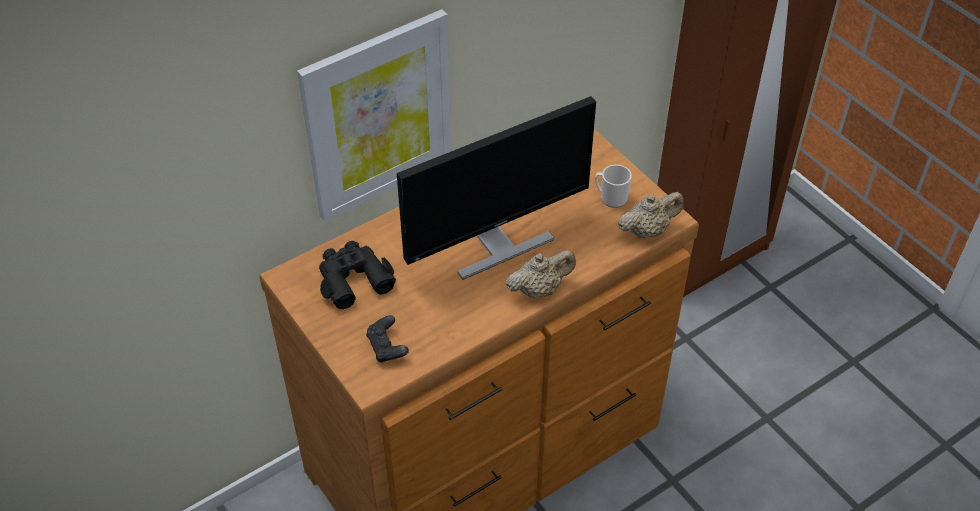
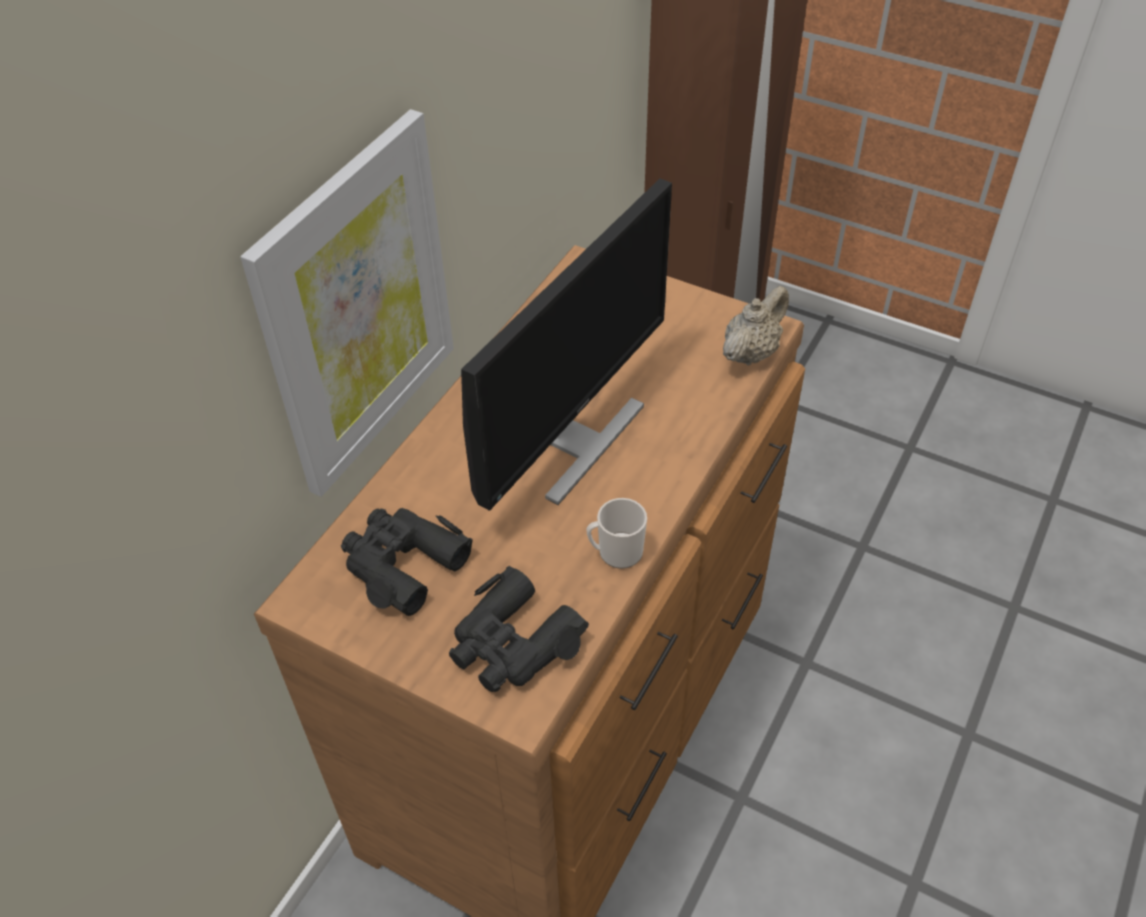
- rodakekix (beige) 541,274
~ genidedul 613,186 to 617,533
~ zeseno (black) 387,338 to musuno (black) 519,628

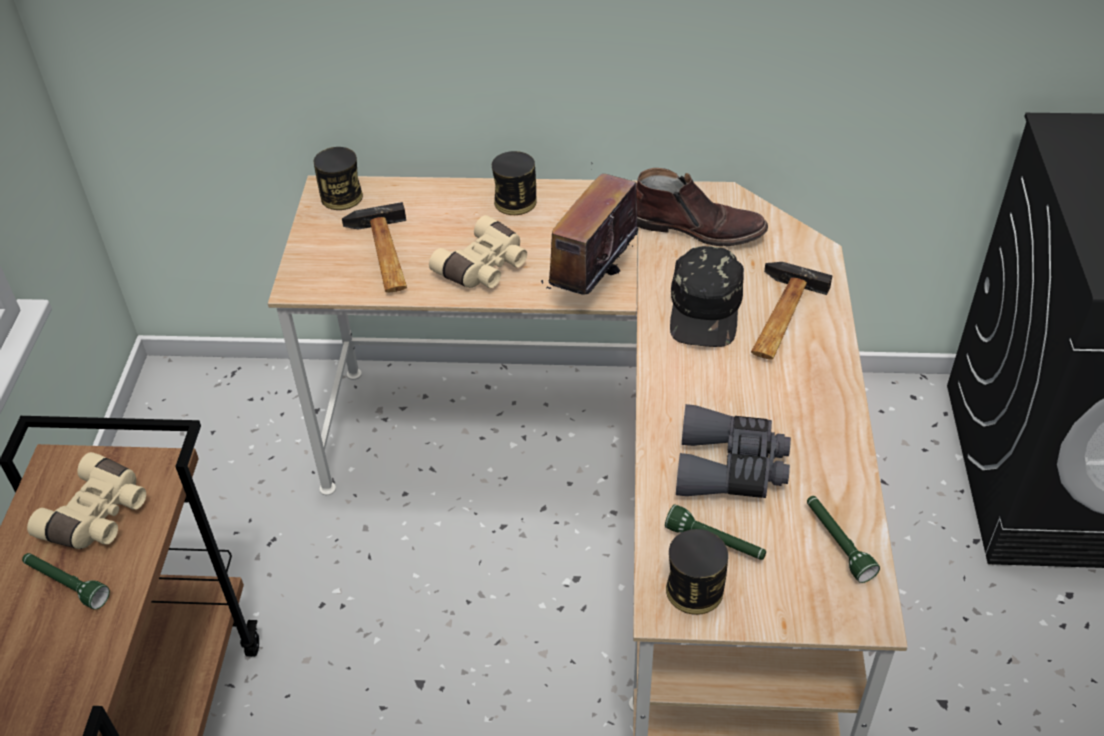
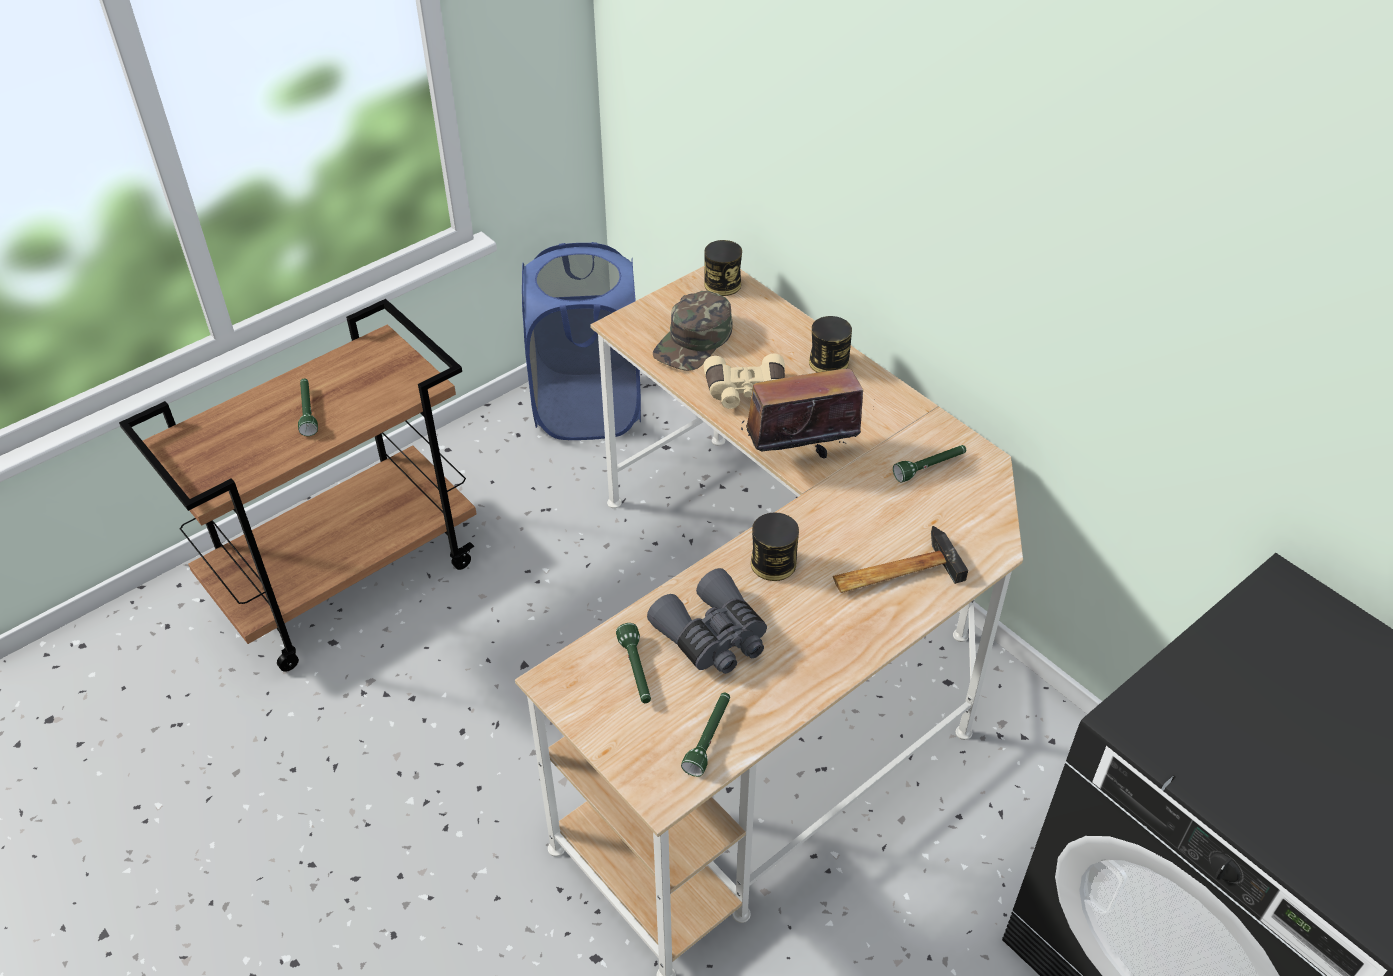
- musuno (beige) 86,500
- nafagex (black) 707,296
+ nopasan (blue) 581,341
~ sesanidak 697,572 to 775,547
~ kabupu 374,247 to nafagex (green) 693,331
~ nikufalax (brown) 702,207 to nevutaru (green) 929,463

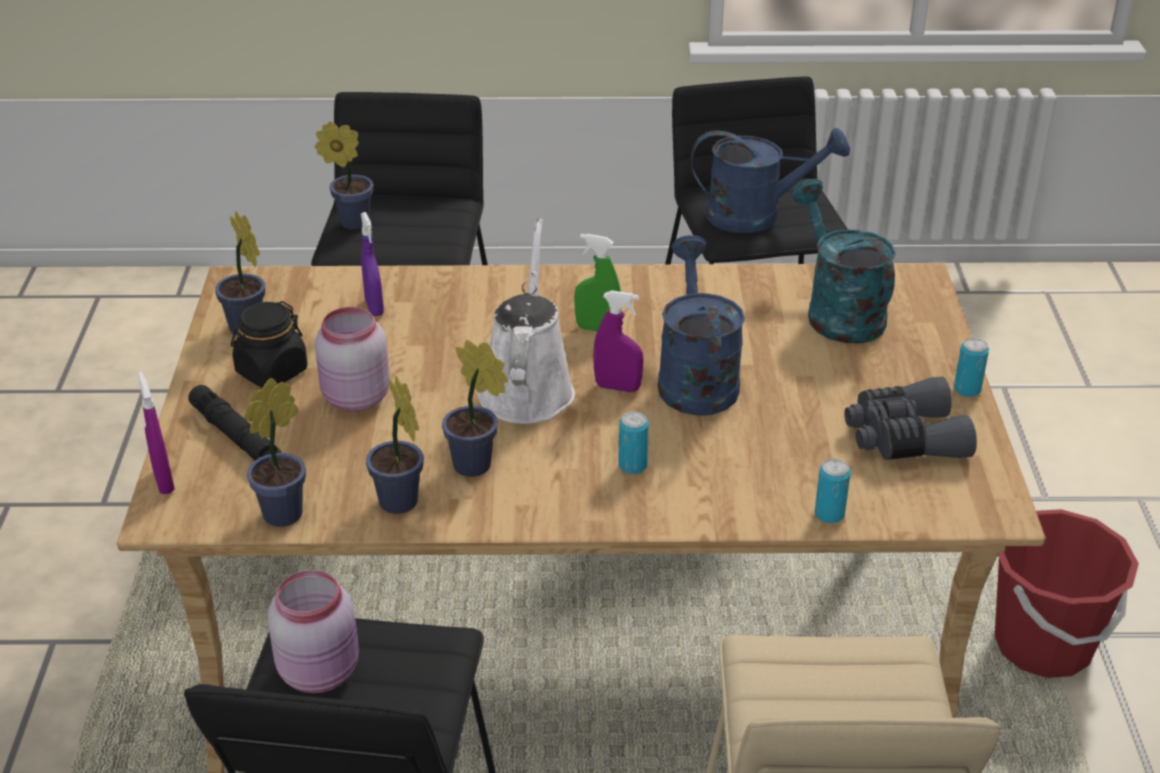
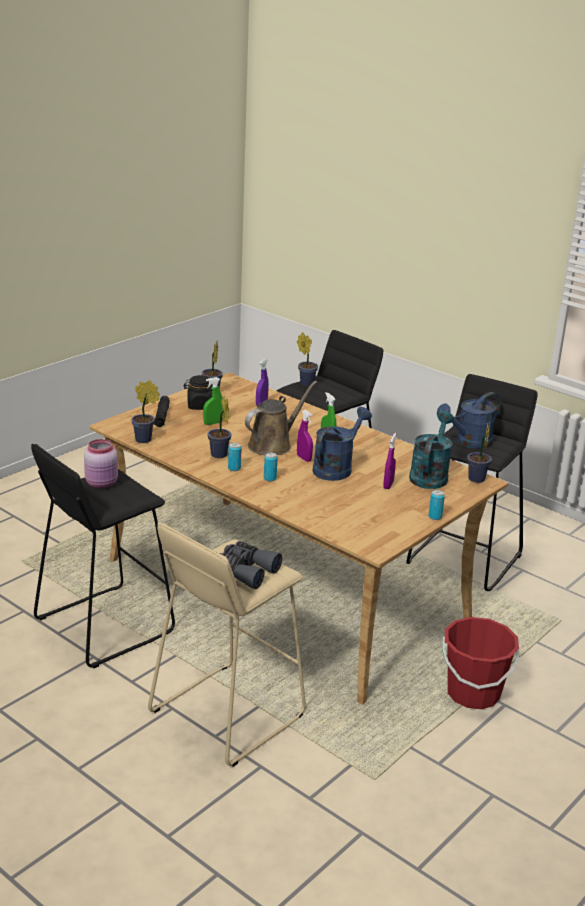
~ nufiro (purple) 156,433 to 389,461
~ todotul 395,445 to 479,452
~ sesanidak 833,491 to 235,457
~ musuno (grey) 910,418 to 250,565
~ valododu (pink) 352,359 to nufiro (green) 213,401
~ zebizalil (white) 526,321 to zebizalil (brown) 281,418
~ zebizalil (blue) 770,180 = 468,420 105 degrees clockwise

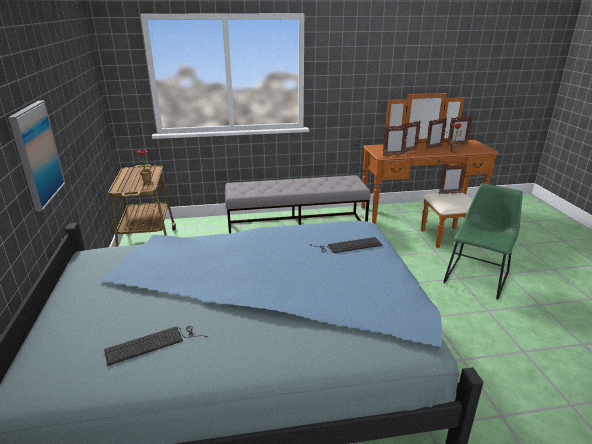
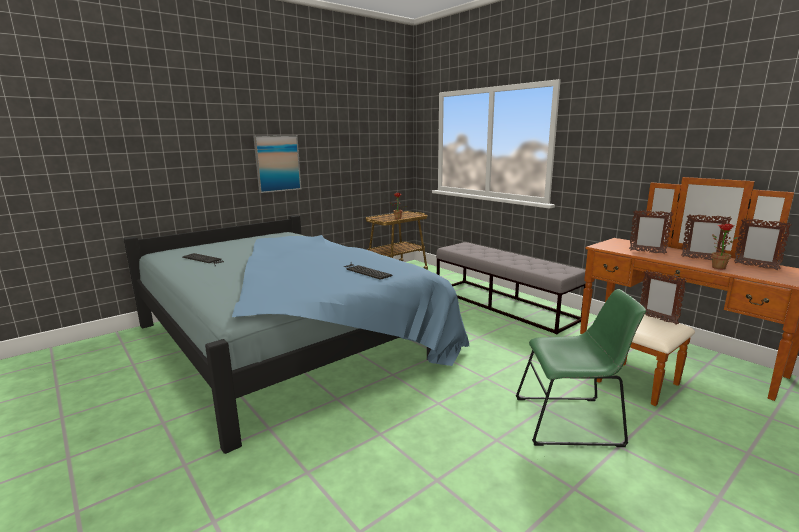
- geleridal 395,140

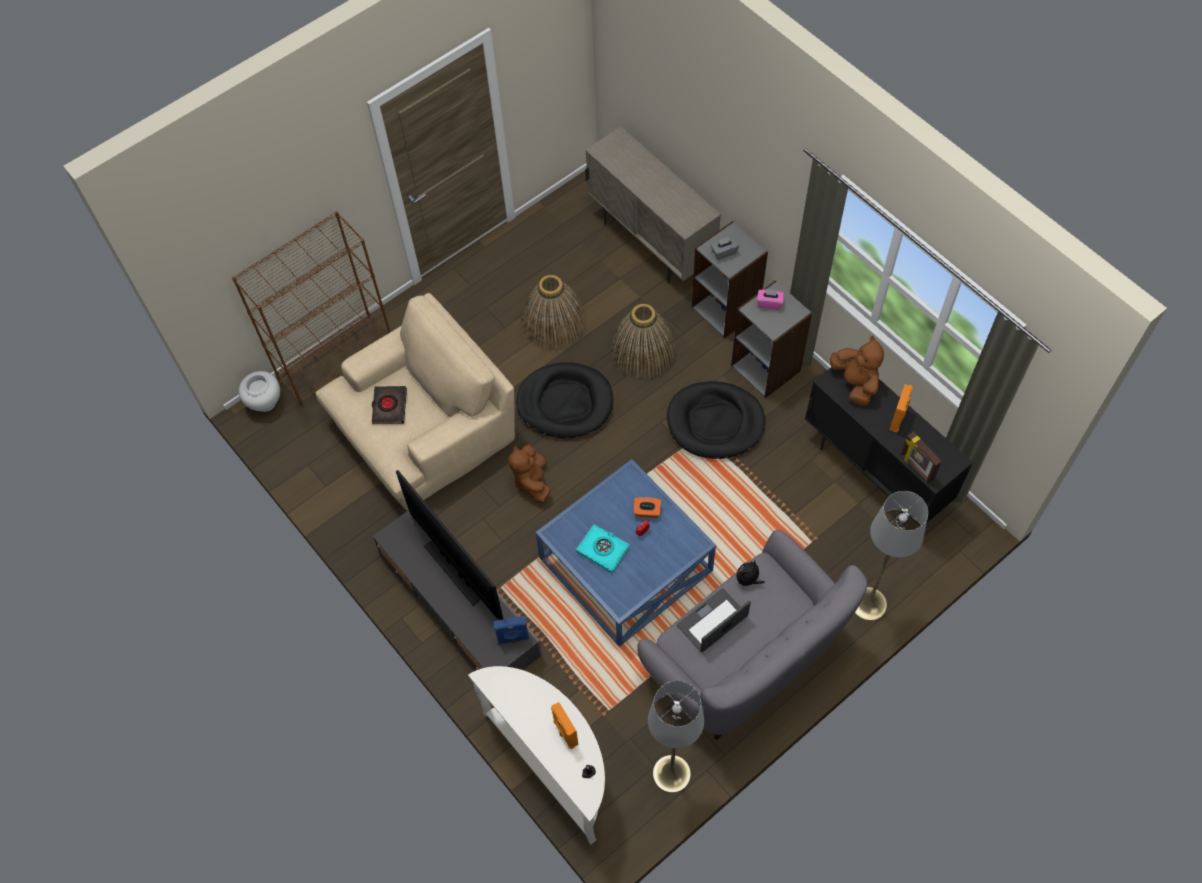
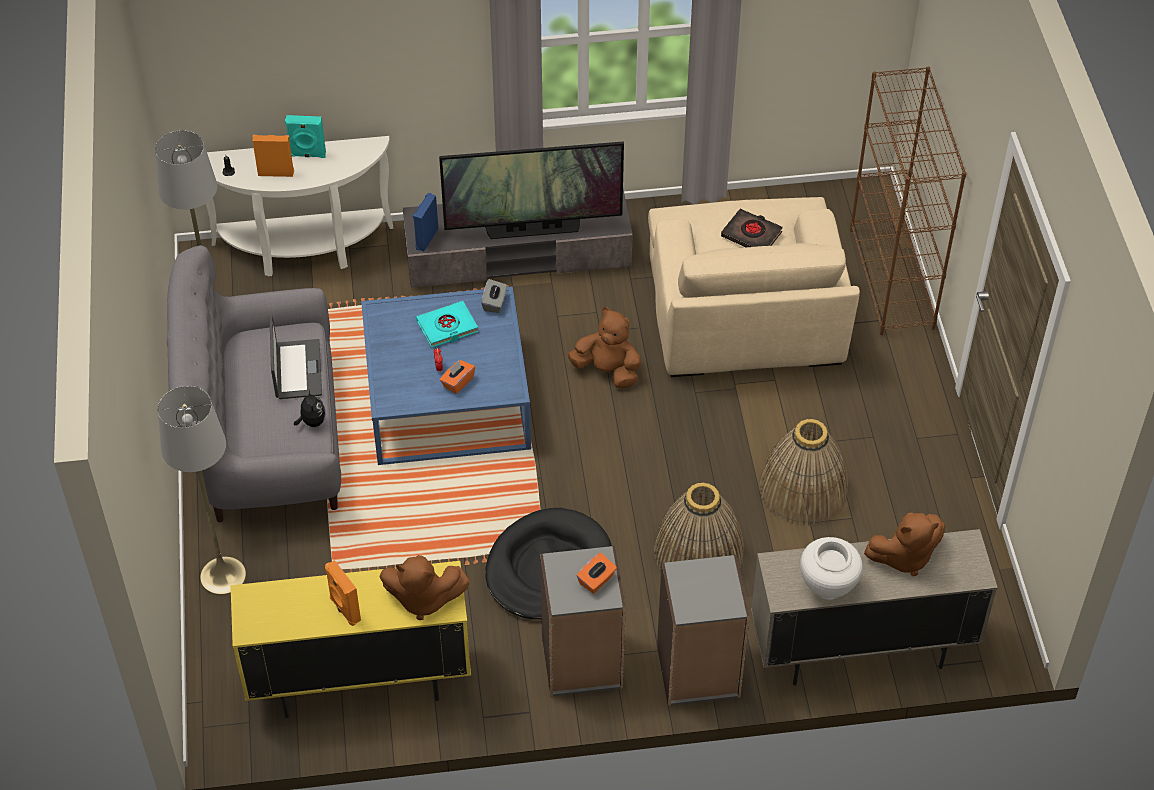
- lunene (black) 564,400
- geleridal 921,458
+ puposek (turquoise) 305,136
+ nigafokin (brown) 904,544
~ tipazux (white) 259,391 to 831,568
~ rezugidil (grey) 725,248 to 494,296
~ rezugidil (pink) 770,299 to rezugidil (orange) 596,573
~ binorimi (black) 889,442 to binorimi (yellow) 351,639

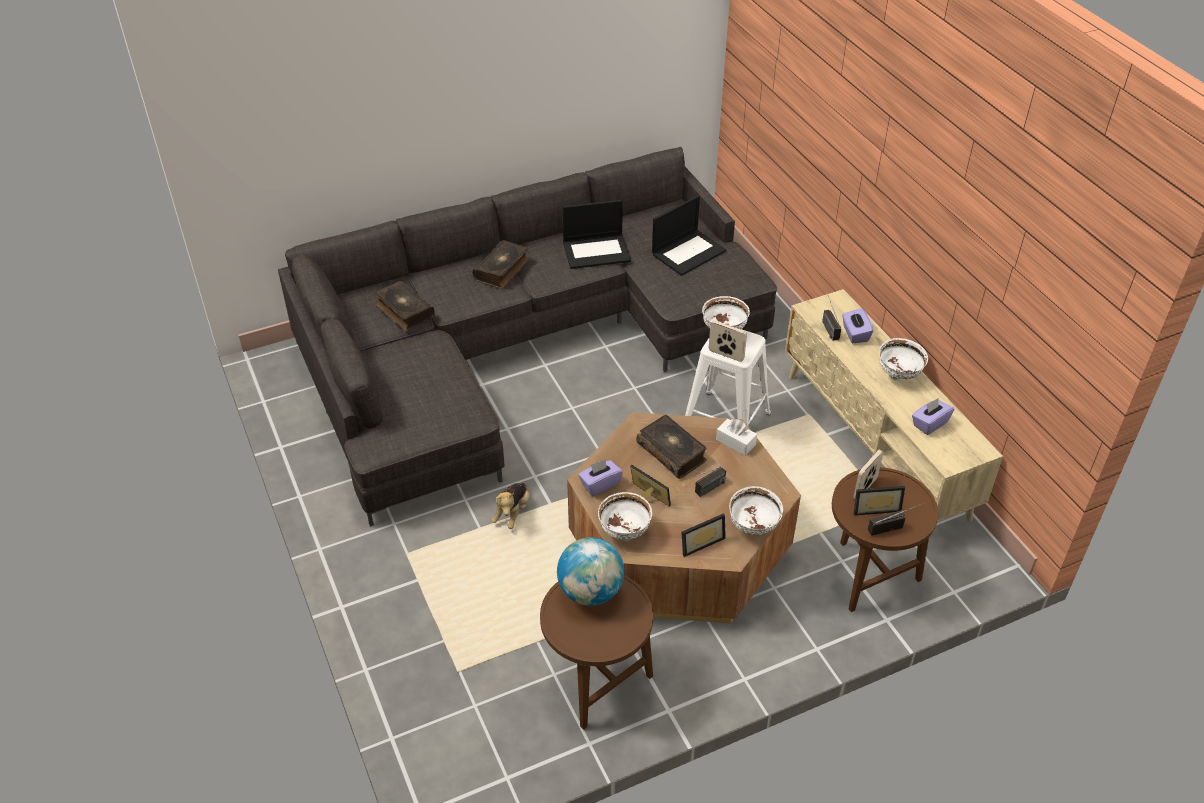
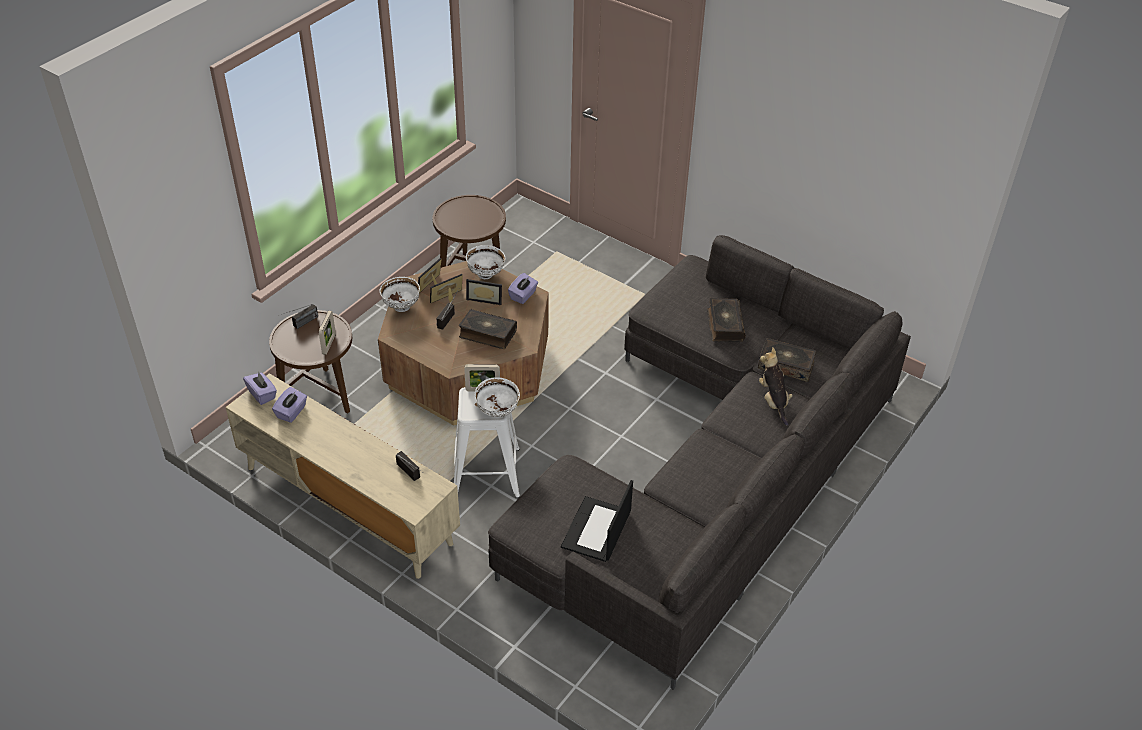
- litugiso 590,571
- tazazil 596,234
- rezugidil (white) 736,437
- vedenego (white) 903,359
~ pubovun 500,264 to 726,320
~ nigafokin 511,506 to 776,387
~ rezugidil (purple) 857,325 to 260,388
~ geleridal 879,501 to 446,288

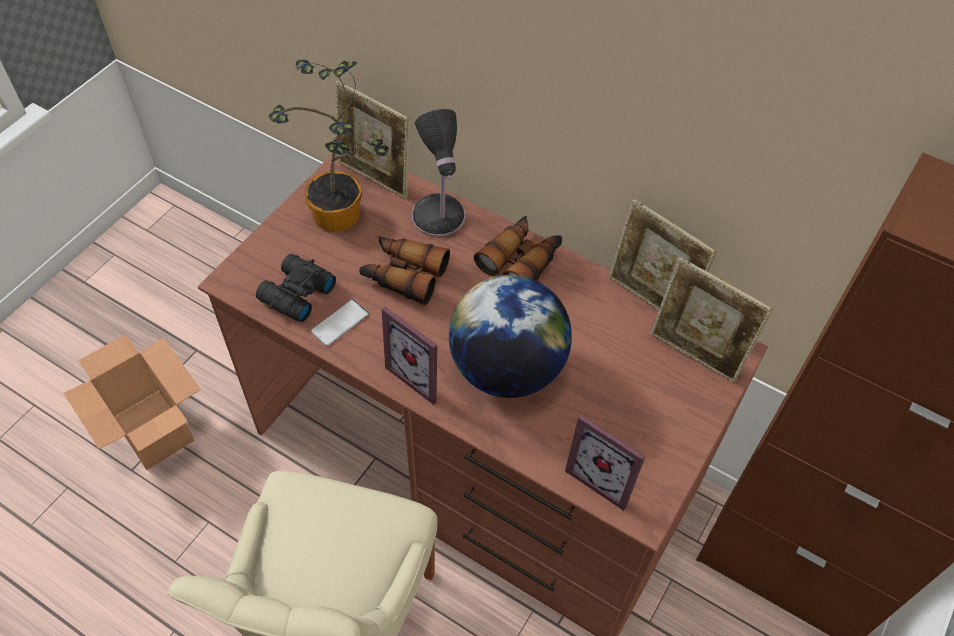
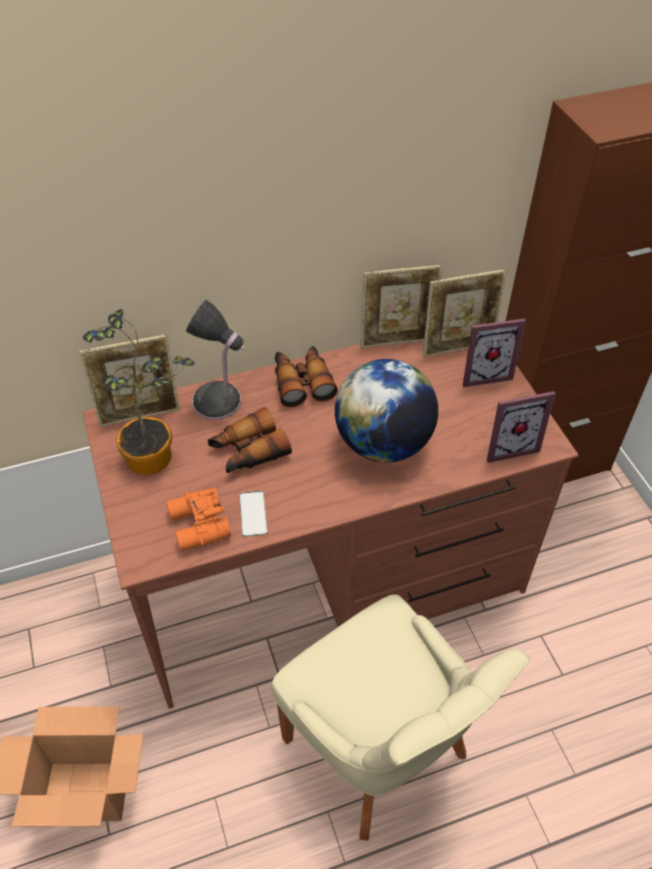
~ geleridal 409,356 to 494,352
~ musuno (black) 296,288 to musuno (orange) 198,519

